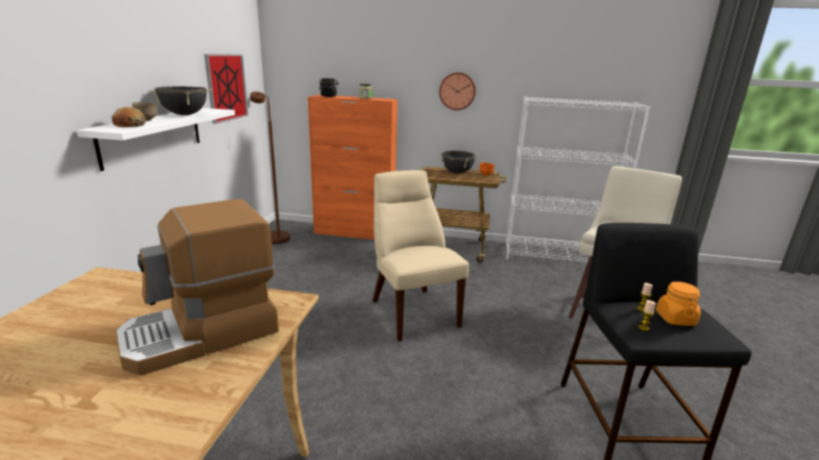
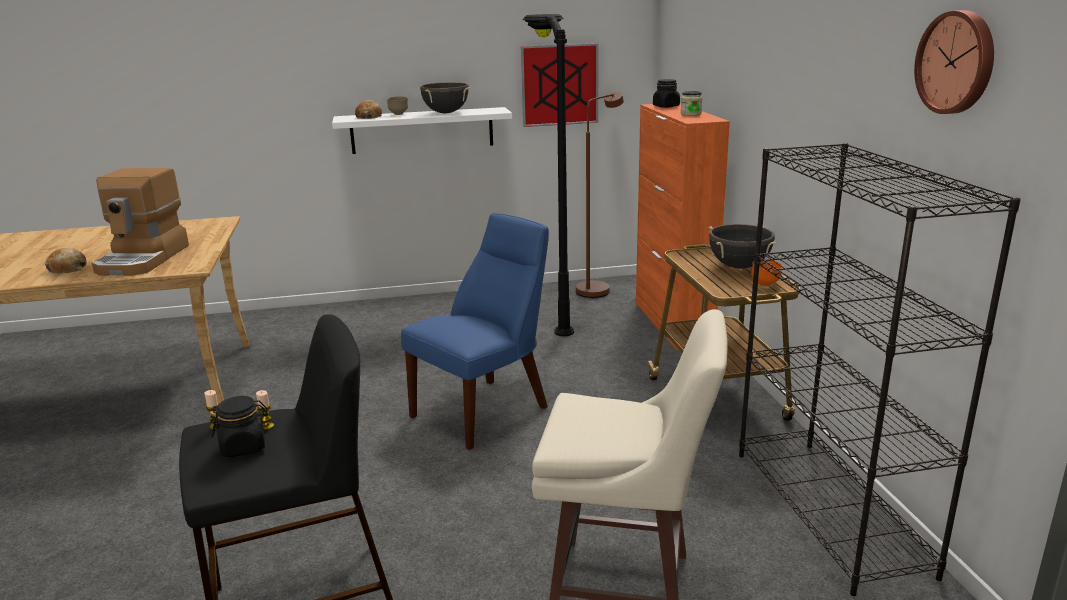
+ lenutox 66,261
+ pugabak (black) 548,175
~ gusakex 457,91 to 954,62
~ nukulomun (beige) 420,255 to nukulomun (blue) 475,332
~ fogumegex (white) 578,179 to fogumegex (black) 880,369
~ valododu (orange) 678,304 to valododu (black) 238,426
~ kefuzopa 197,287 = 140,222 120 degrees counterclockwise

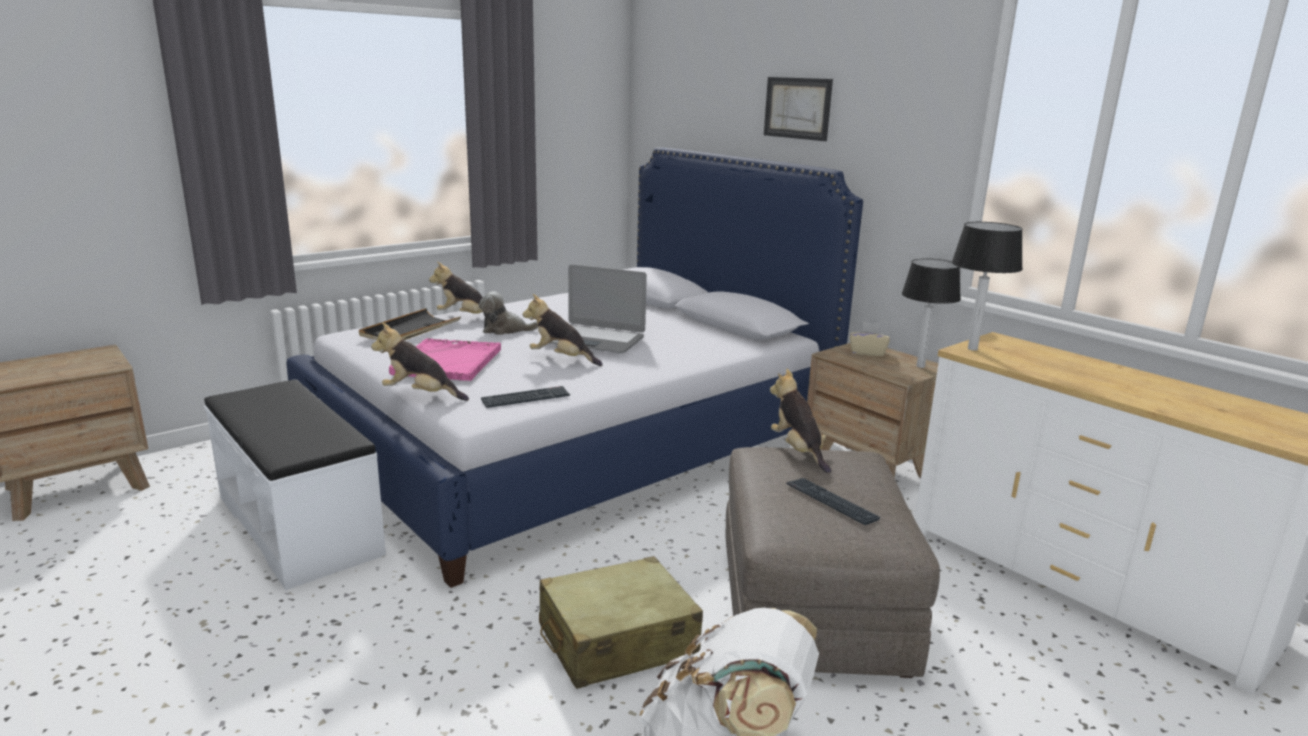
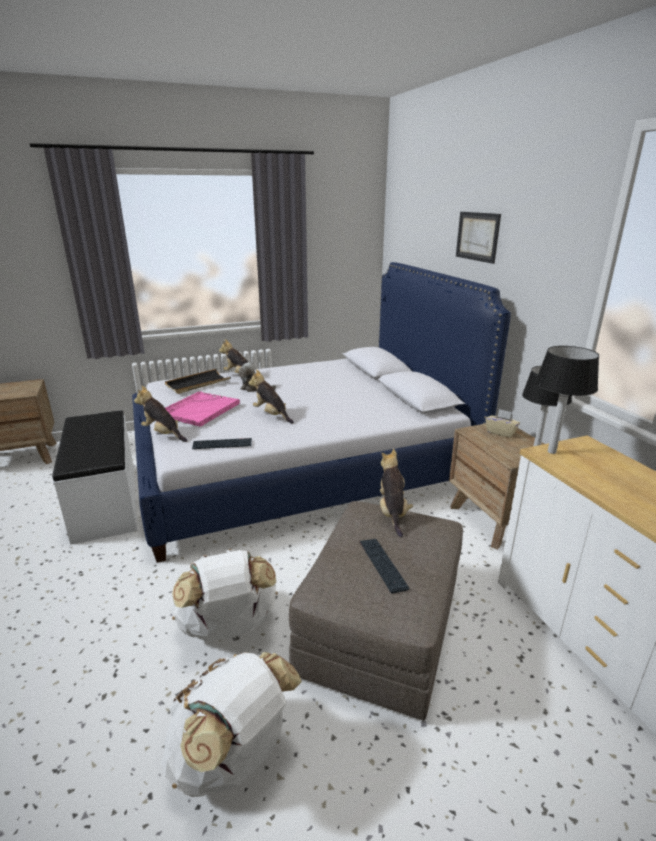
- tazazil 598,308
~ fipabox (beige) 621,622 to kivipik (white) 224,595

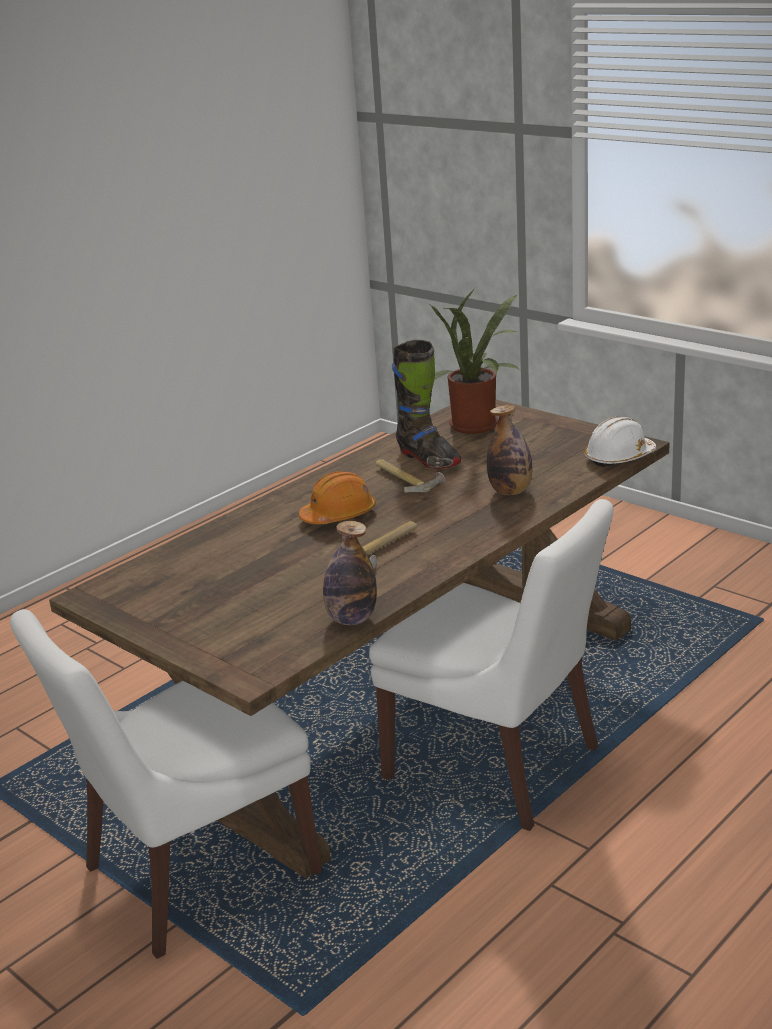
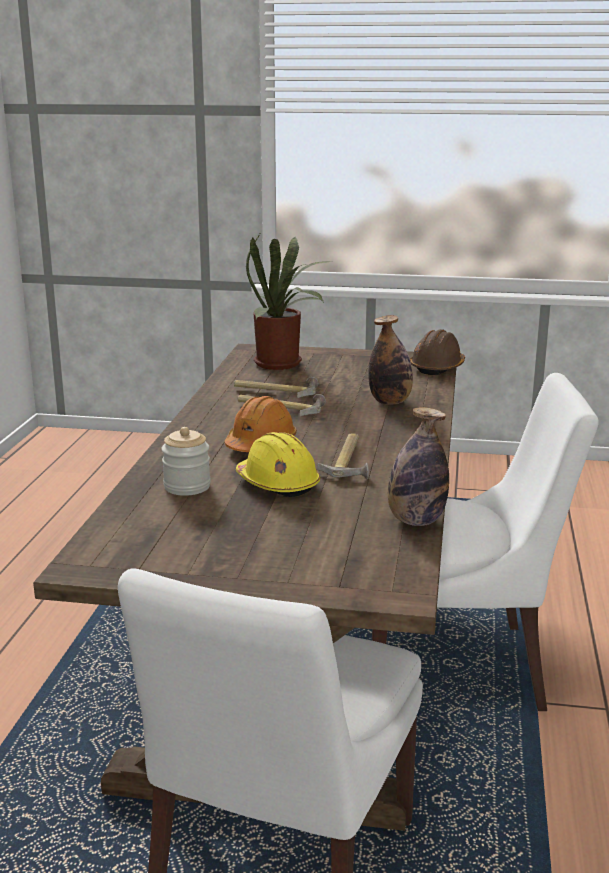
+ valododu 186,461
+ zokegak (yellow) 278,464
~ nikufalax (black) 426,404 to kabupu 276,387
~ zokegak (white) 620,442 to zokegak (brown) 437,352

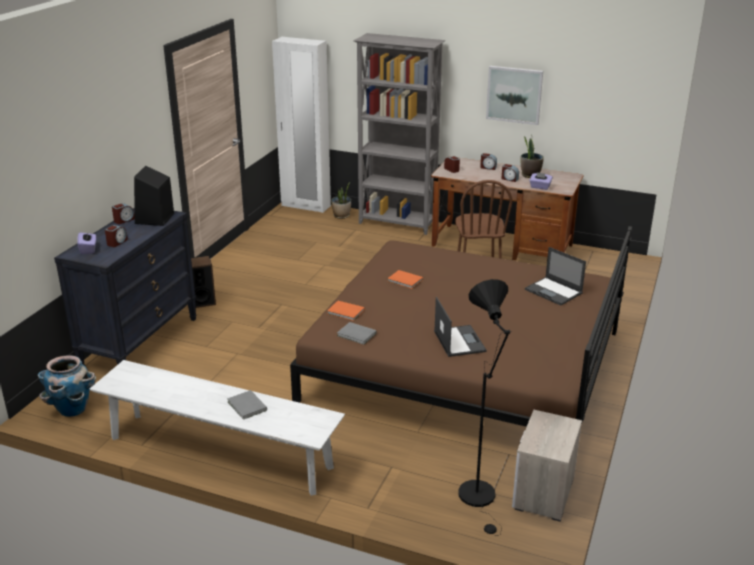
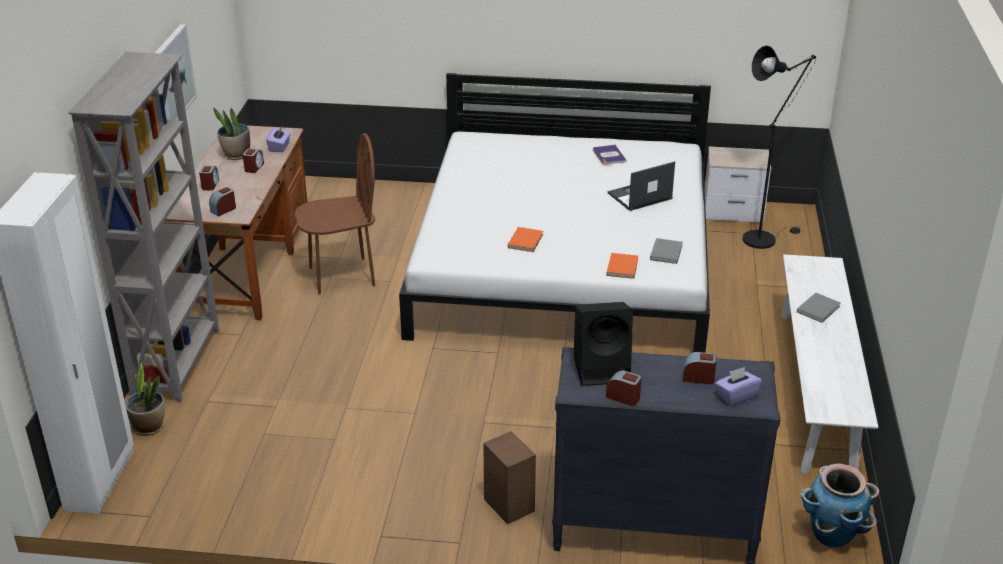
- tazazil 555,276
+ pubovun 610,155
~ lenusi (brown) 461,326 to lenusi (white) 555,213

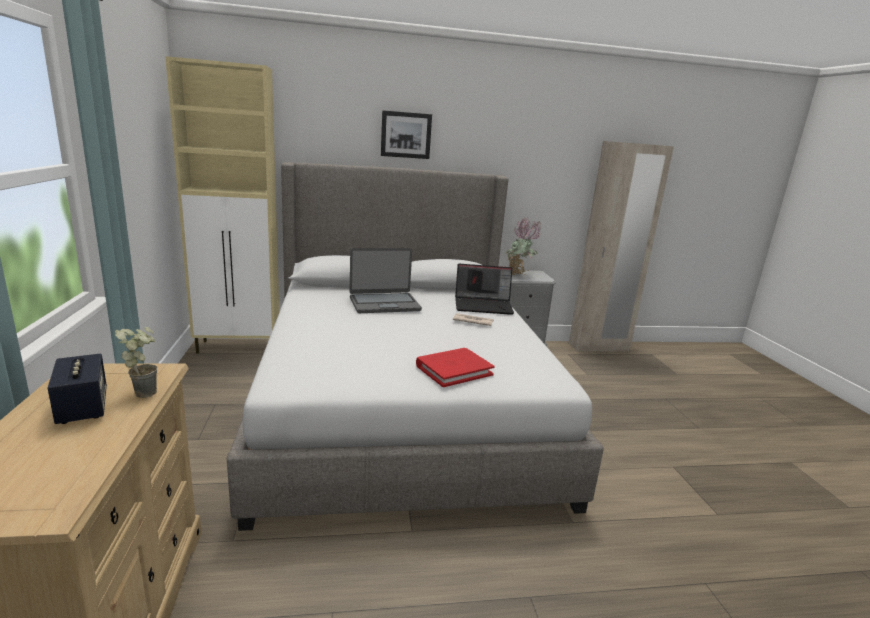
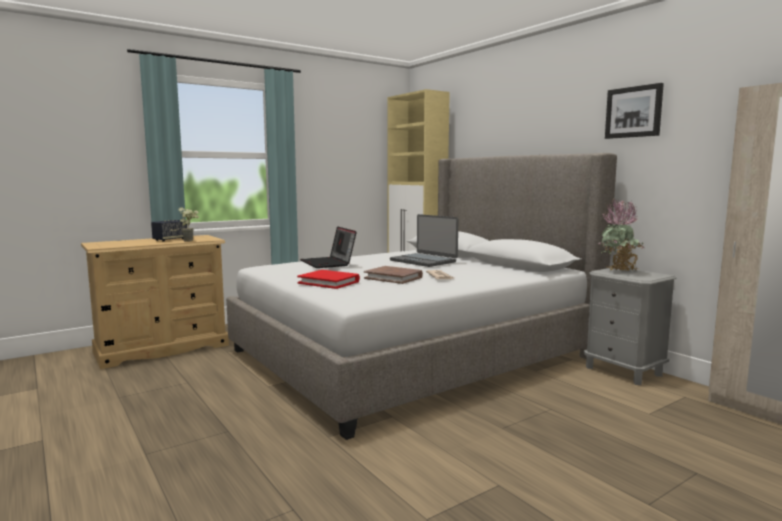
+ pubovun (brown) 393,275
~ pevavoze 406,134 to 634,111
~ tazazil 484,289 to 328,247

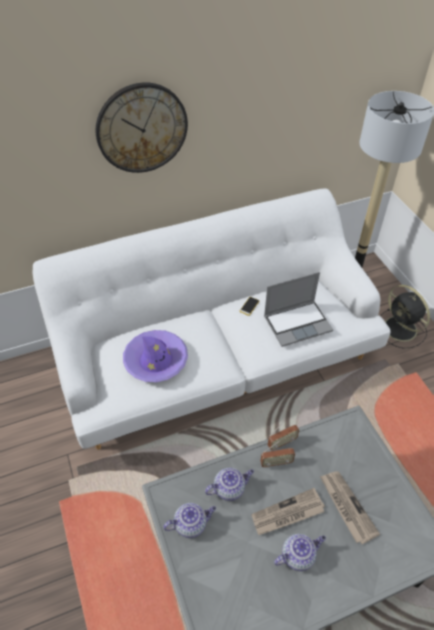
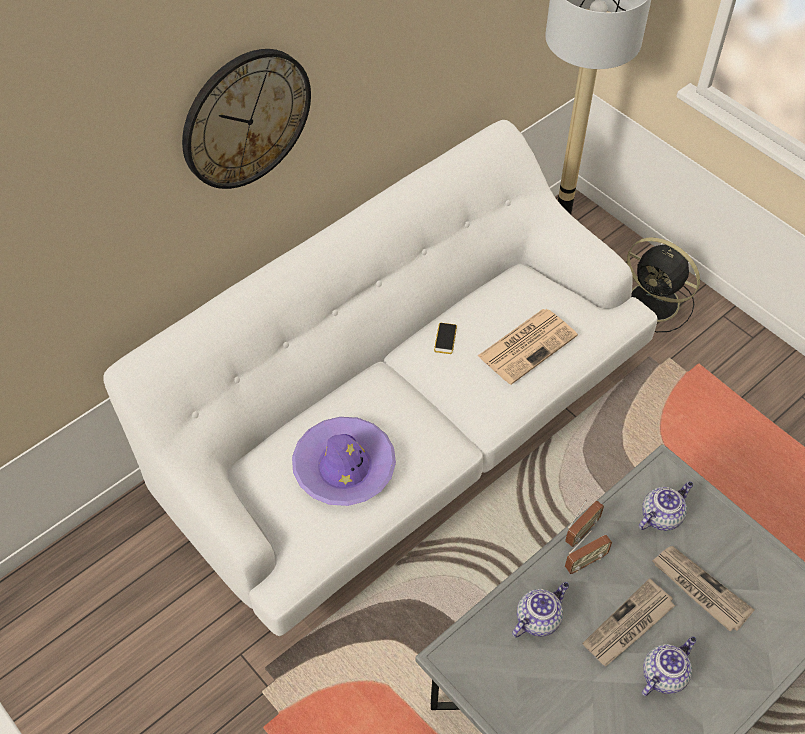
~ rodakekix 189,520 to 666,506
~ tazazil 298,309 to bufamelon 528,347

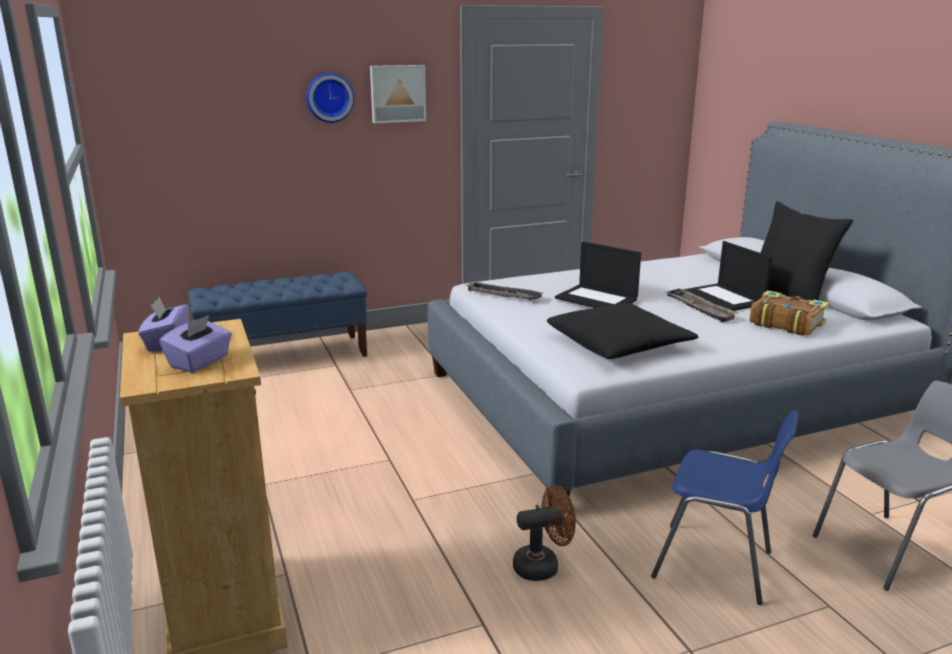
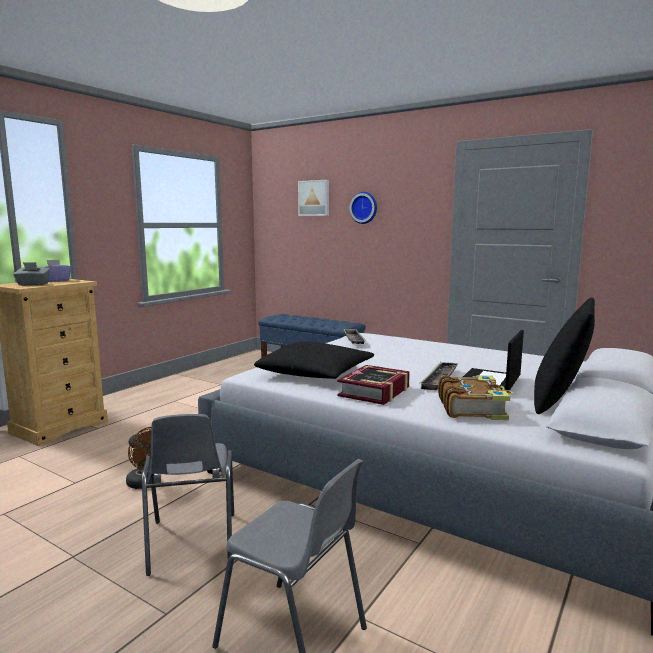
- tazazil 598,274
+ pubovun 373,385
~ pevavoze 398,94 to 313,198
~ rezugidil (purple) 195,344 to rezugidil (grey) 31,273
~ nukulomun (blue) 724,507 to nukulomun (grey) 188,495

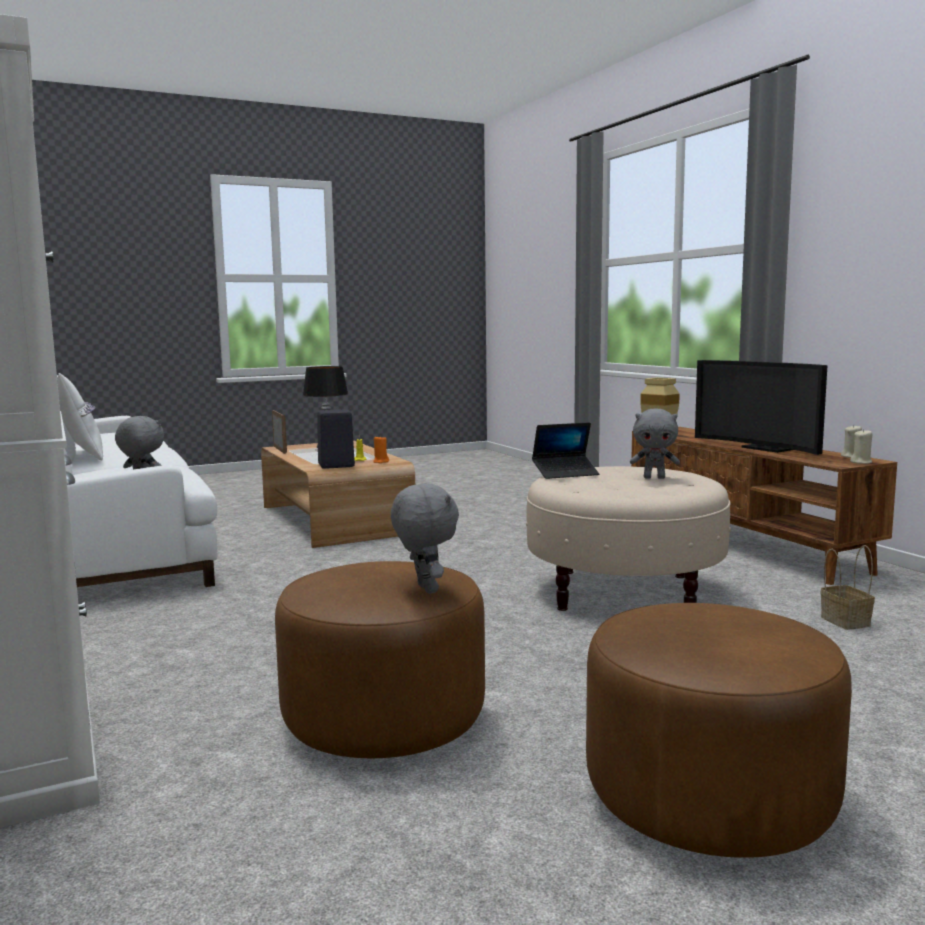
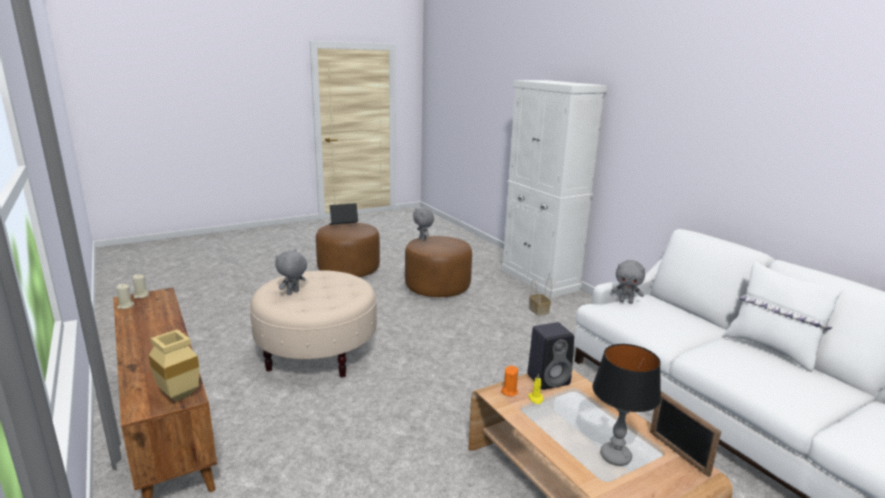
- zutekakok 761,407
~ tazazil 565,450 to 343,214
~ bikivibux 848,587 to 540,296
~ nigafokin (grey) 655,444 = 291,272 60 degrees counterclockwise

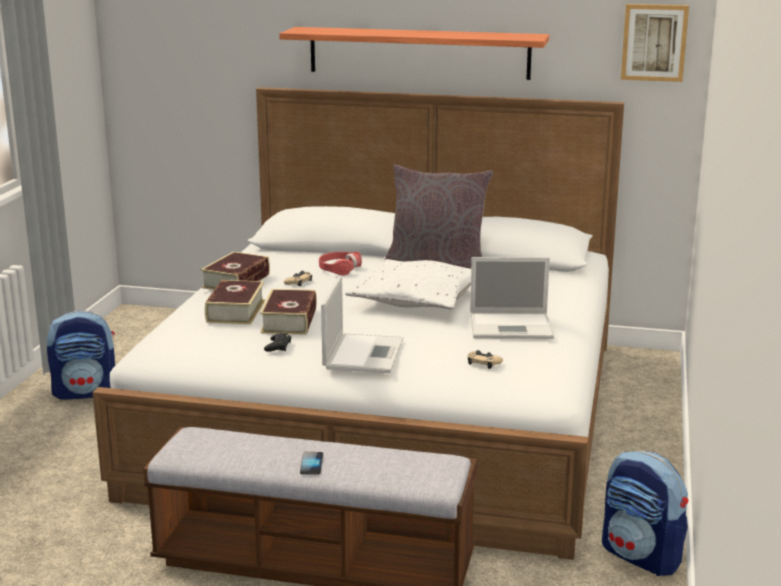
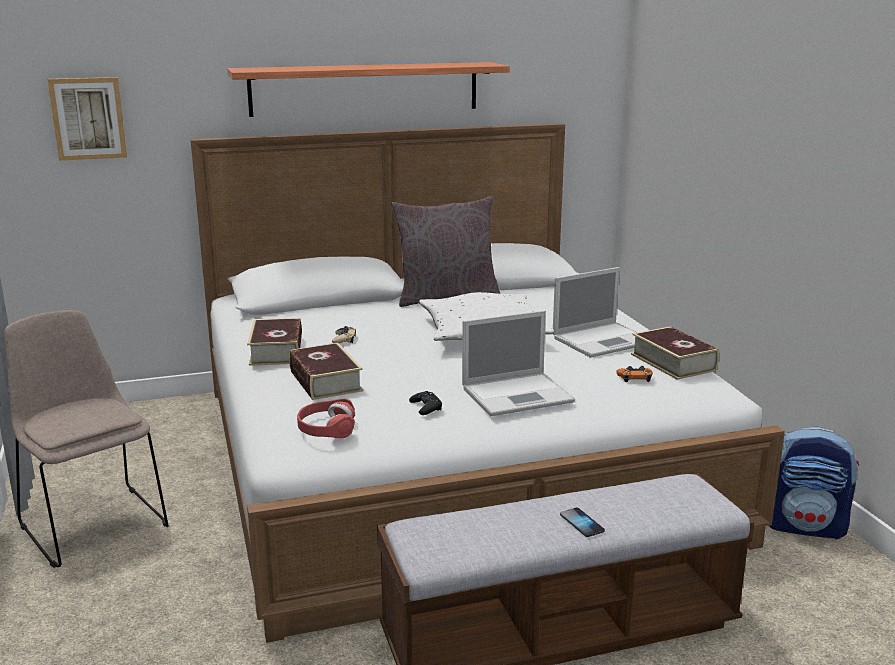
~ pubovun 288,312 to 675,353
~ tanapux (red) 340,264 to 326,418
~ pevavoze 655,43 to 87,119
~ kivipik 81,355 to nukulomun (beige) 86,439
~ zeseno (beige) 485,359 to zeseno (orange) 634,374
~ tazazil 362,324 = 518,363 90 degrees clockwise

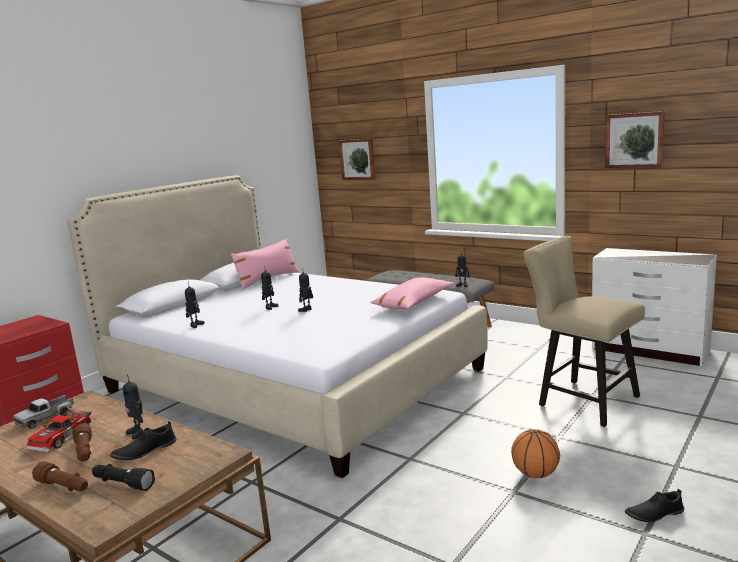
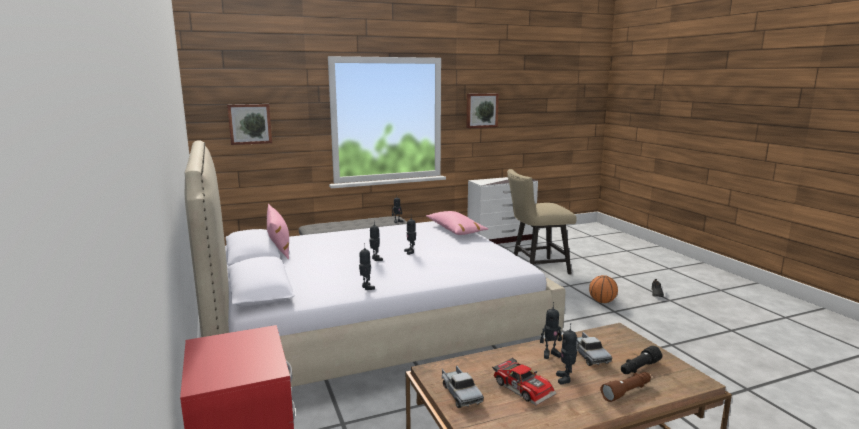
~ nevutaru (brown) 82,442 to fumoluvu 566,353
~ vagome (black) 143,440 to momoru 594,349

